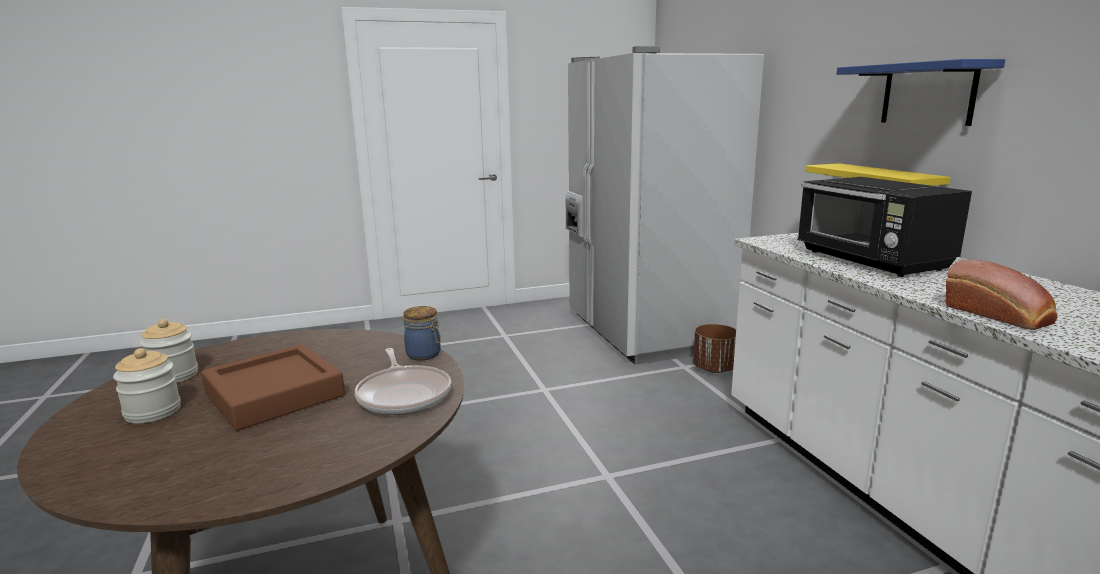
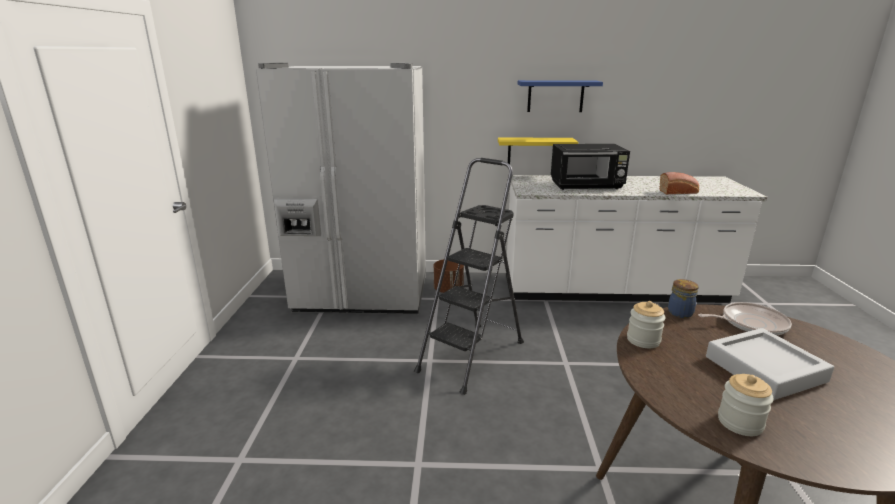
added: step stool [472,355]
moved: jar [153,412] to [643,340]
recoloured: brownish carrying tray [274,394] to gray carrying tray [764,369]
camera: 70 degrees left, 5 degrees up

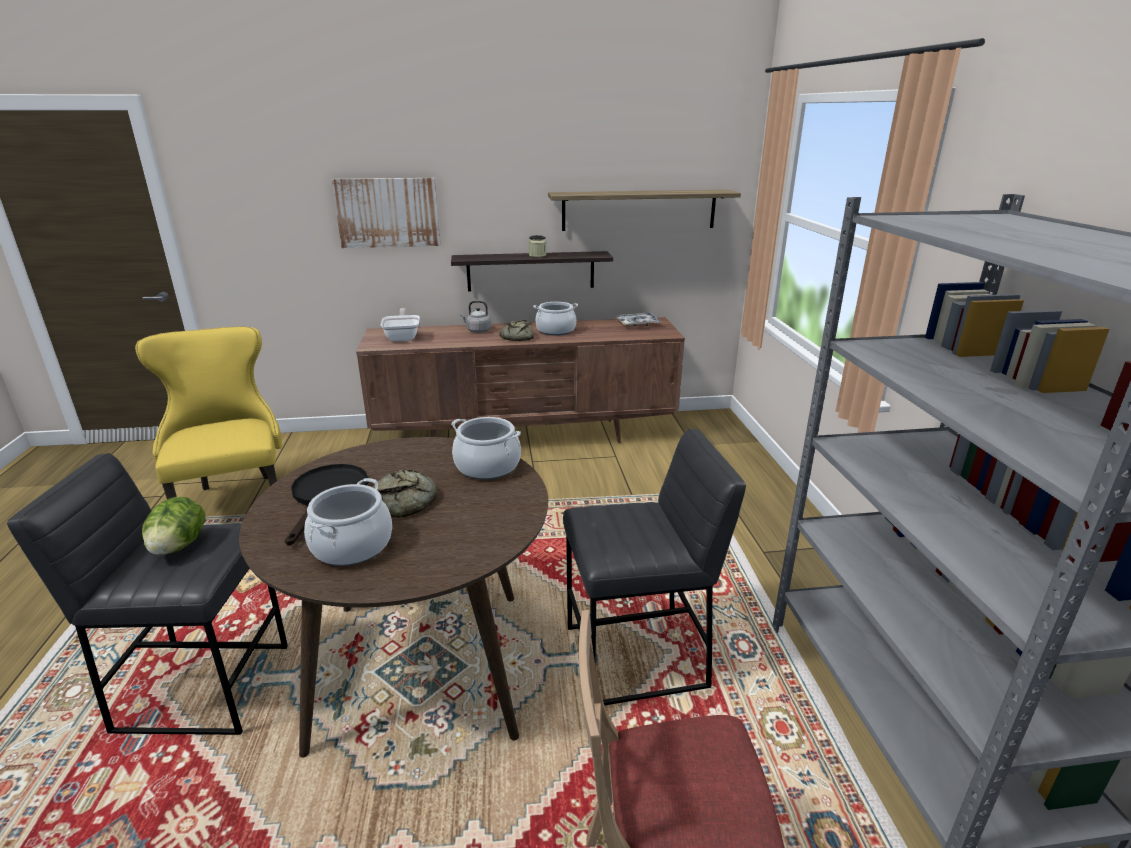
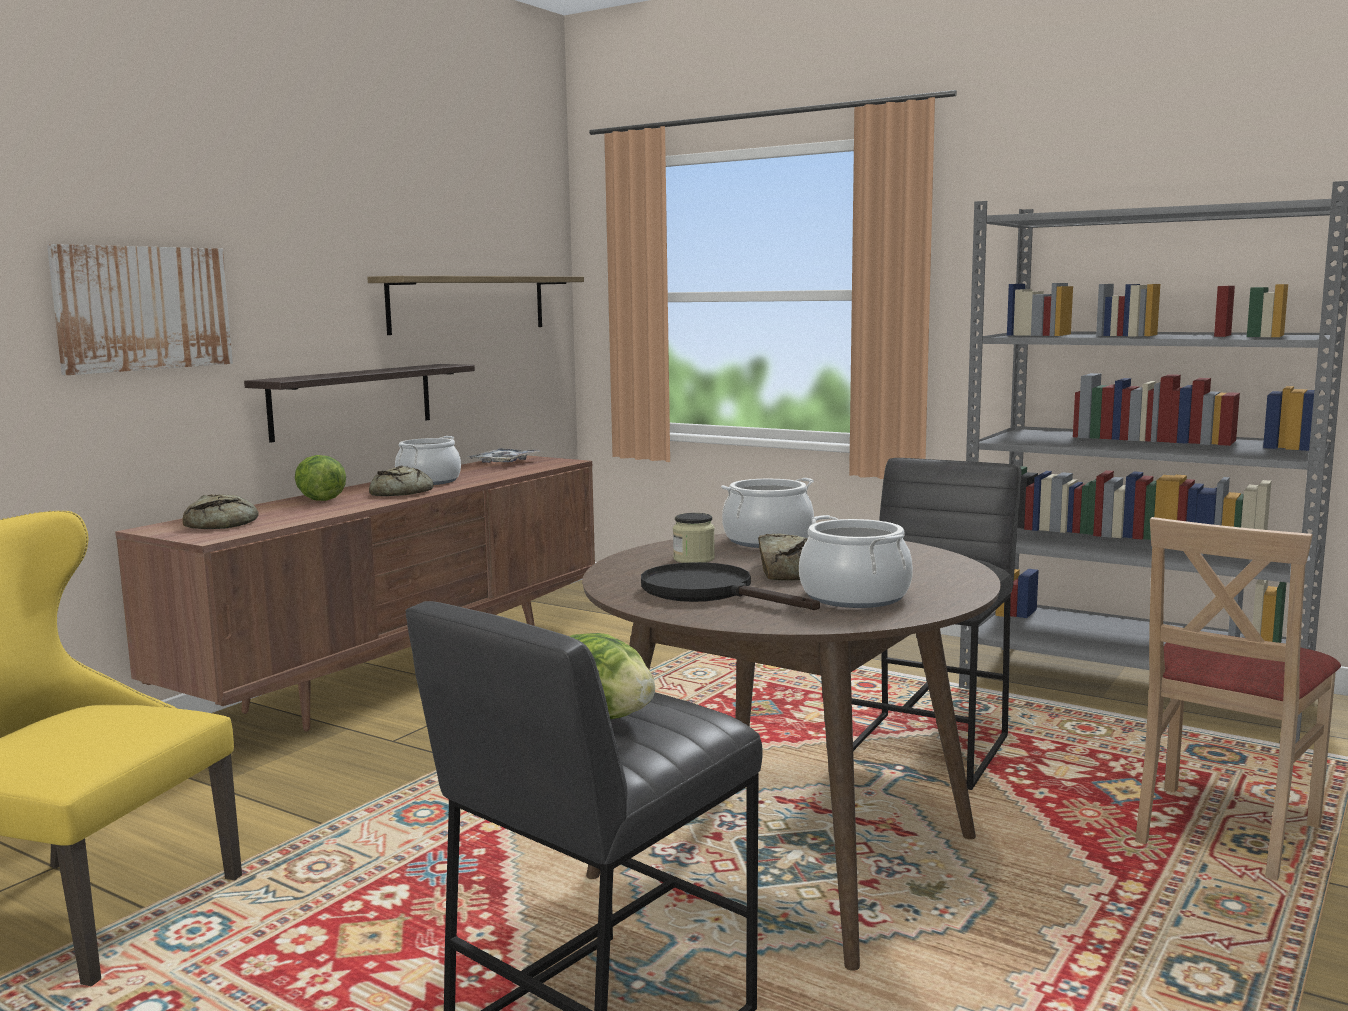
moved: jar [537,255] to [694,559]
replaced: pan [403,337] to bakery bread [225,523]; gray tea kettle [477,331] to lettuce [320,500]
camera: 50 degrees left, 15 degrees down

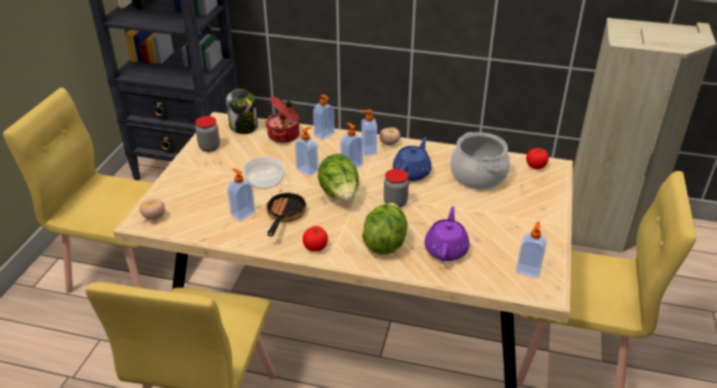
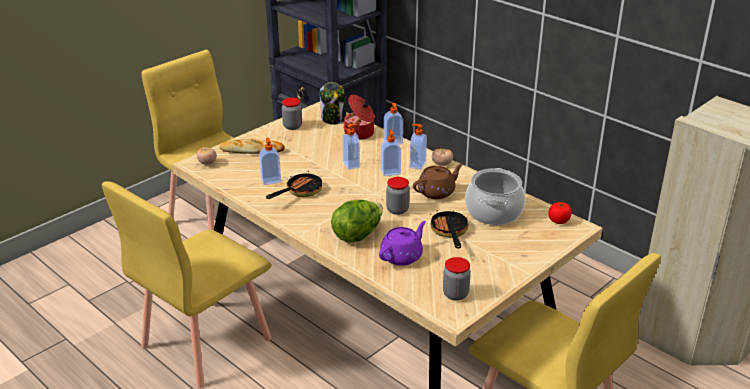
removed: bowl [265,181]; tomato [315,247]; lettuce [340,195]
added: bakery bread [252,150]; pan [449,232]
replaced: soap dispenser [528,270] to jar [455,294]
recoloured: blue-coloured tea pot [412,172] to brownish tea pot [437,192]
camera: 30 degrees right, 5 degrees down

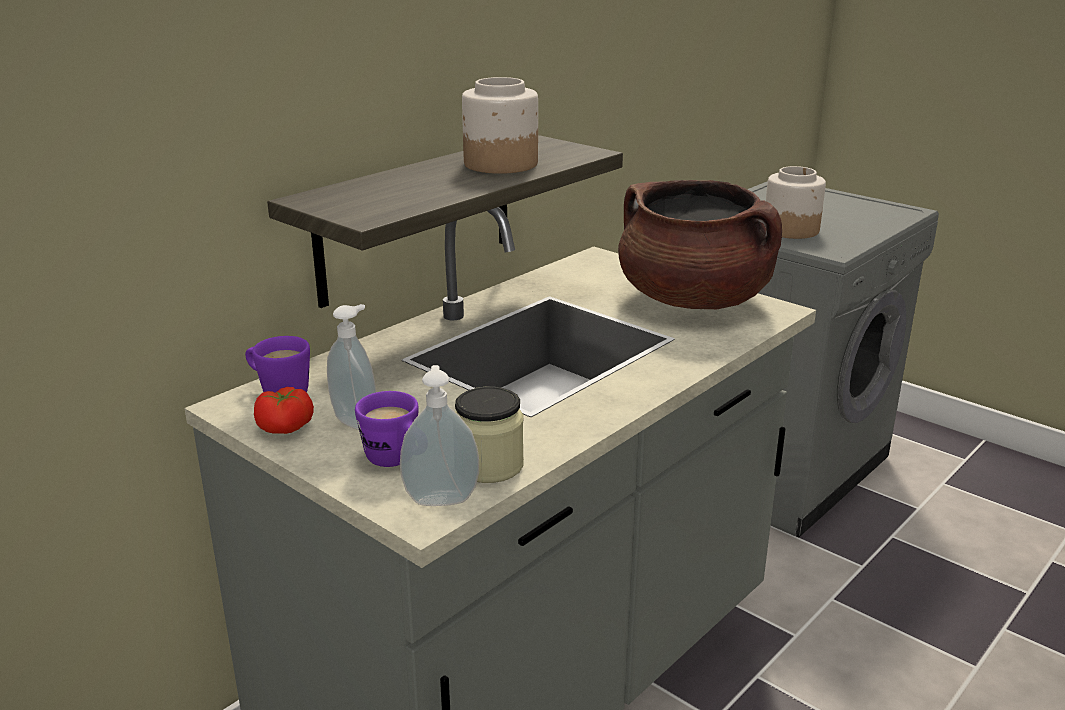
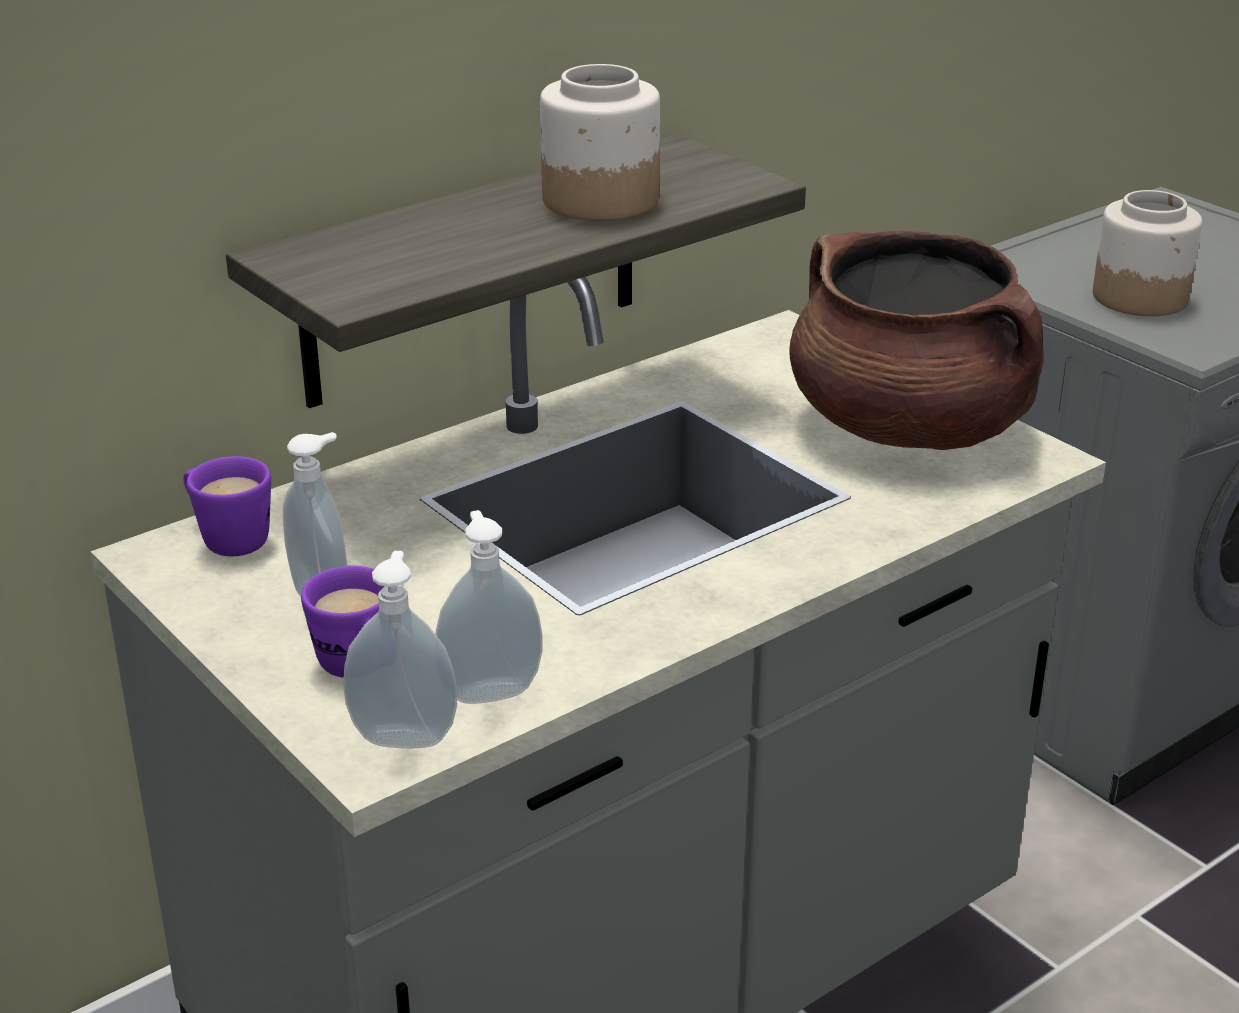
removed: tomato [286,428]
replaced: jar [489,465] to soap dispenser [489,690]
camera: 10 degrees right, 5 degrees up

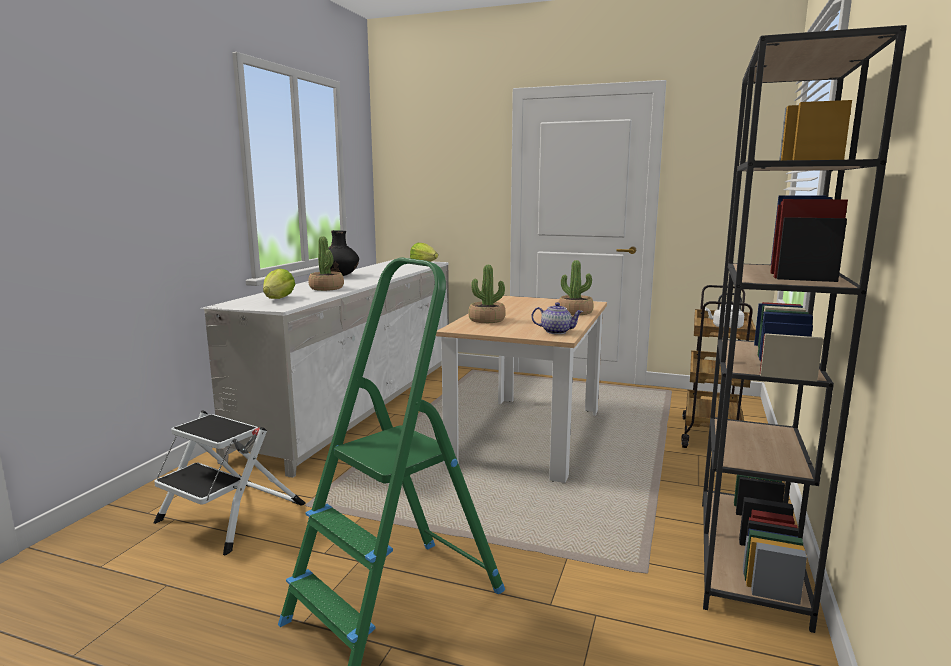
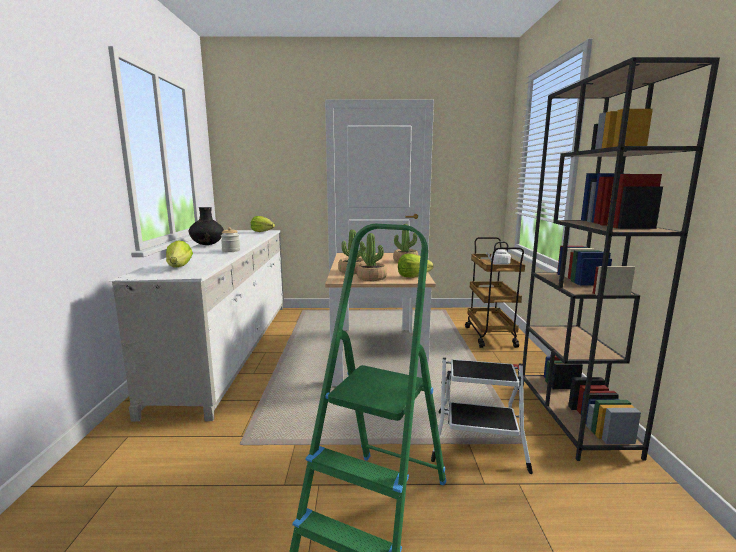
added: jar [231,251]
moved: step stool [231,515] to [477,440]; houseplant [326,288] to [371,278]
replaced: tea pot [556,331] to lettuce [413,276]
camera: 20 degrees left, 0 degrees up

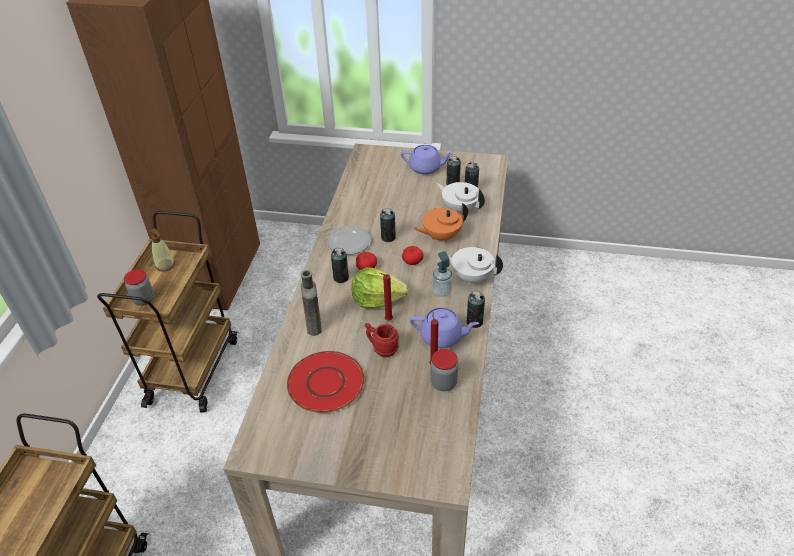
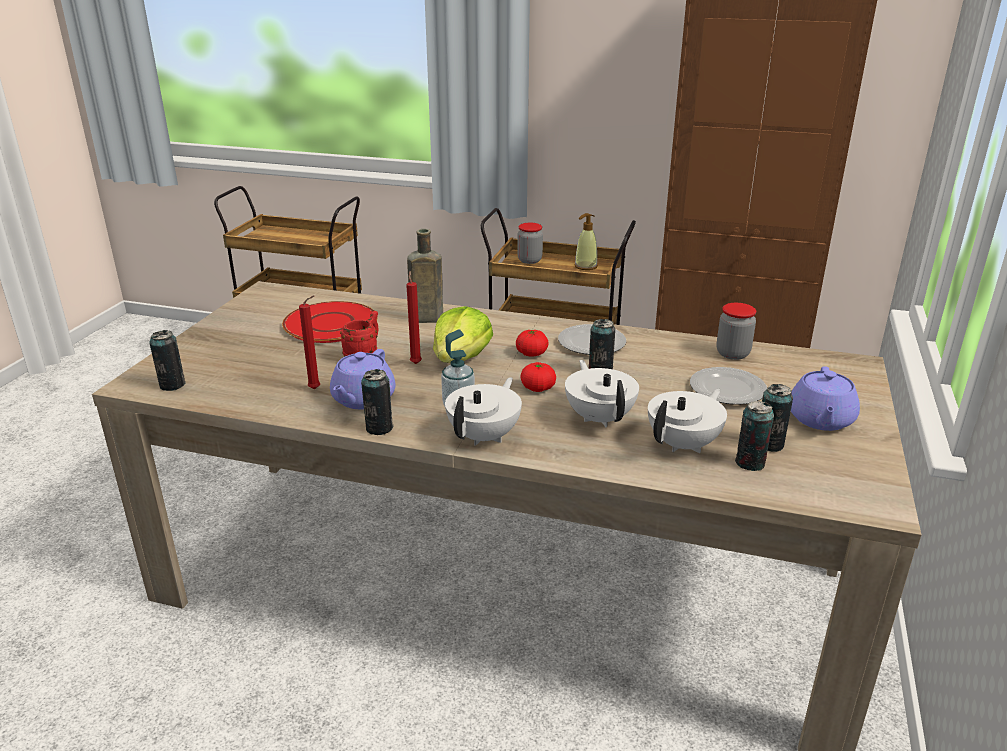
added: flat dish [727,390]
moved: can [341,278] to [172,385]; jar [443,383] to [732,354]
recoloured: orange tea pot [441,236] to white-coloured tea pot [600,417]
camera: 95 degrees right, 15 degrees down

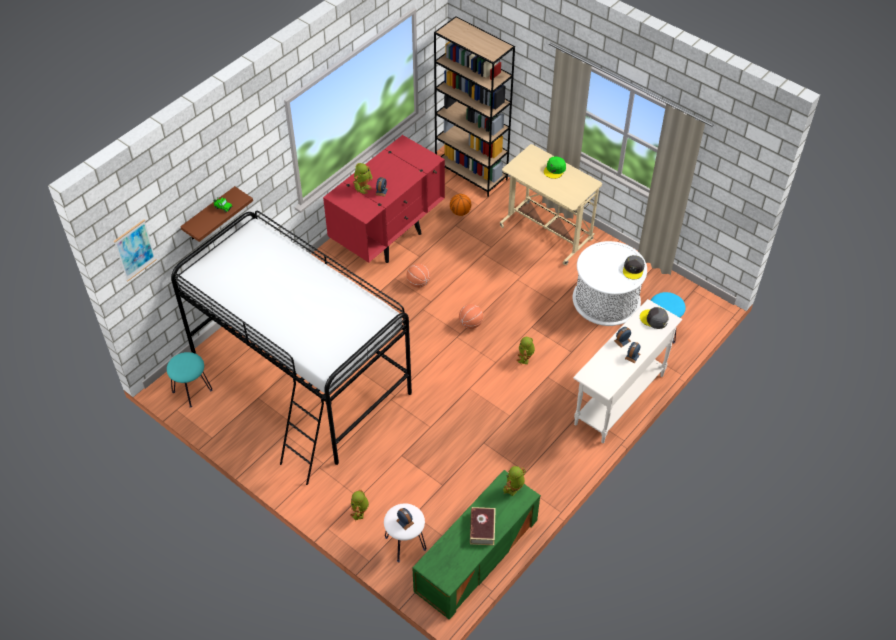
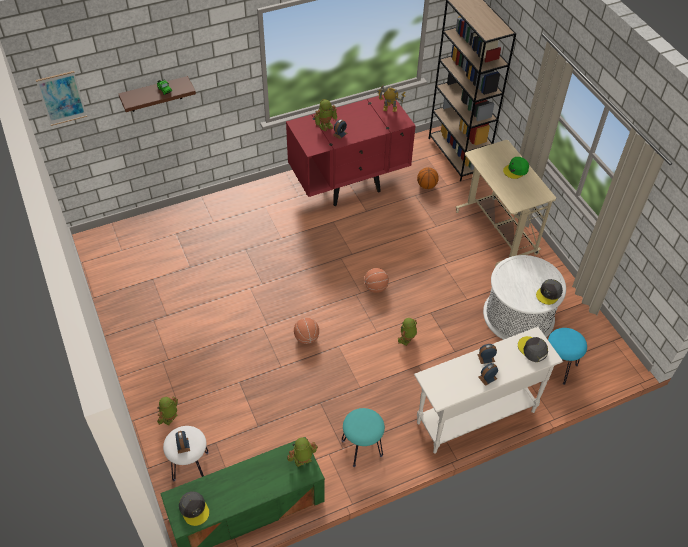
removed: blackish sleeping bed [301,377]; bound book [482,528]
added: gray baseball cap [194,509]; toy robot [389,109]
moved: turquoise stool [192,391] to [361,448]; basketball ball [418,283] to [306,337]
camera: 25 degrees right, 0 degrees up

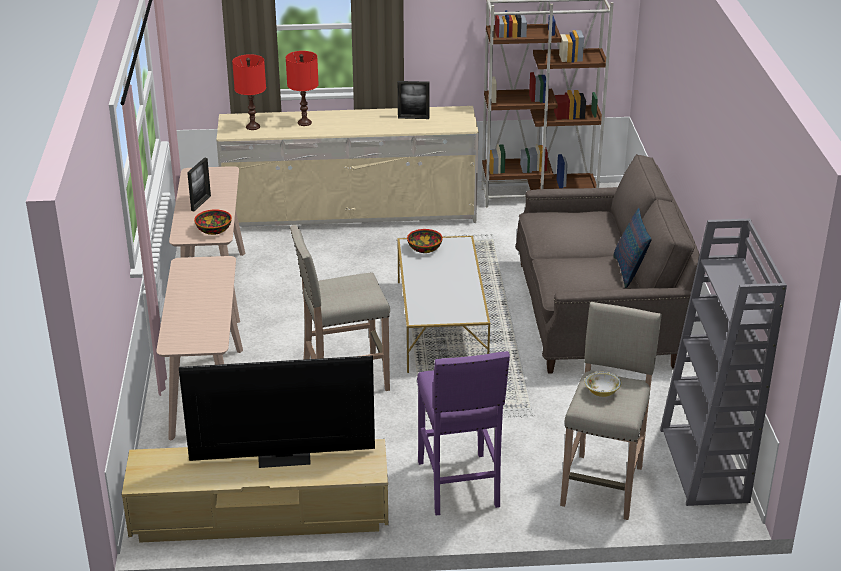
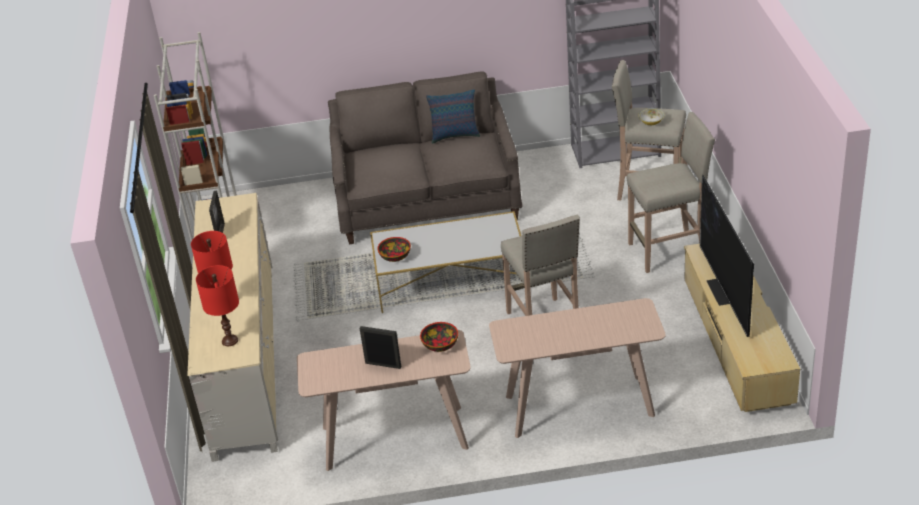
recoloured: purple stool [459,485] to beige stool [669,251]
camera: 90 degrees left, 5 degrees up

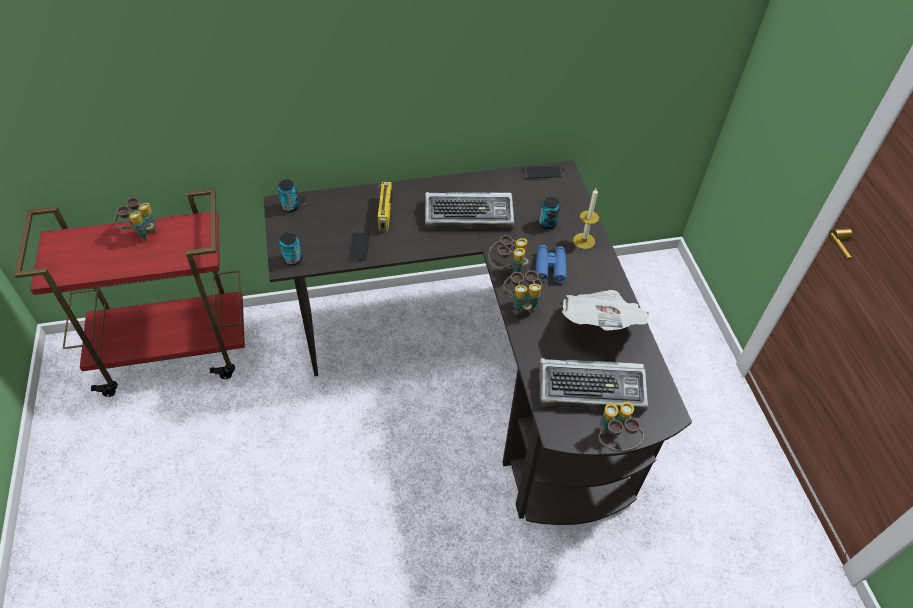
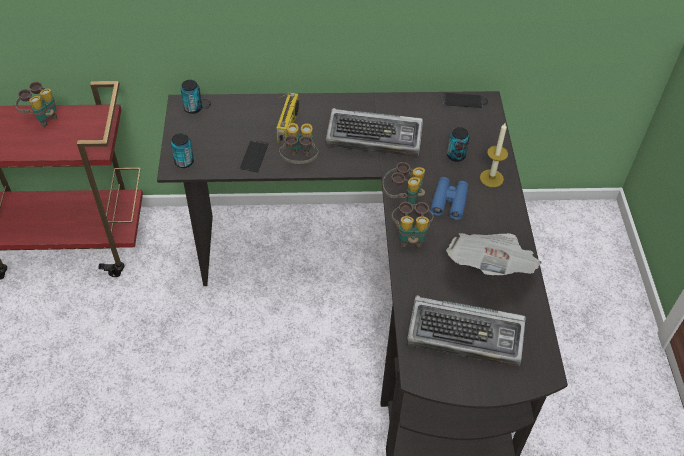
moved: pair of binoculars [614,441] to [299,161]
camera: 10 degrees right, 0 degrees up

